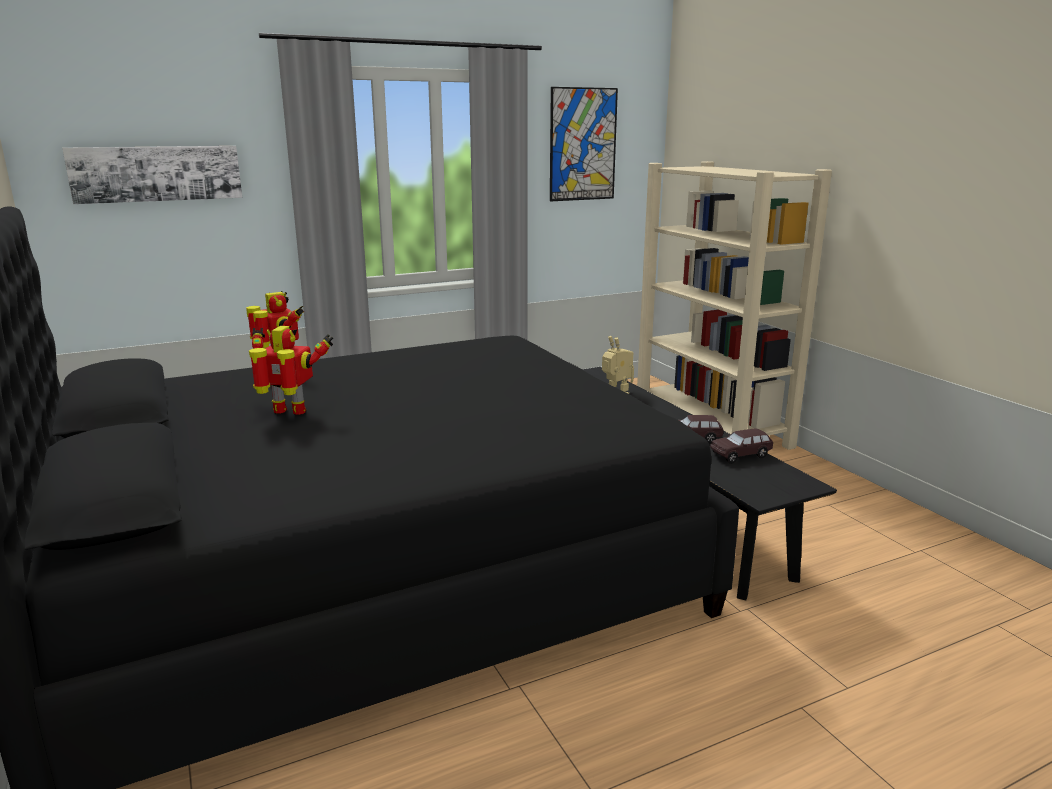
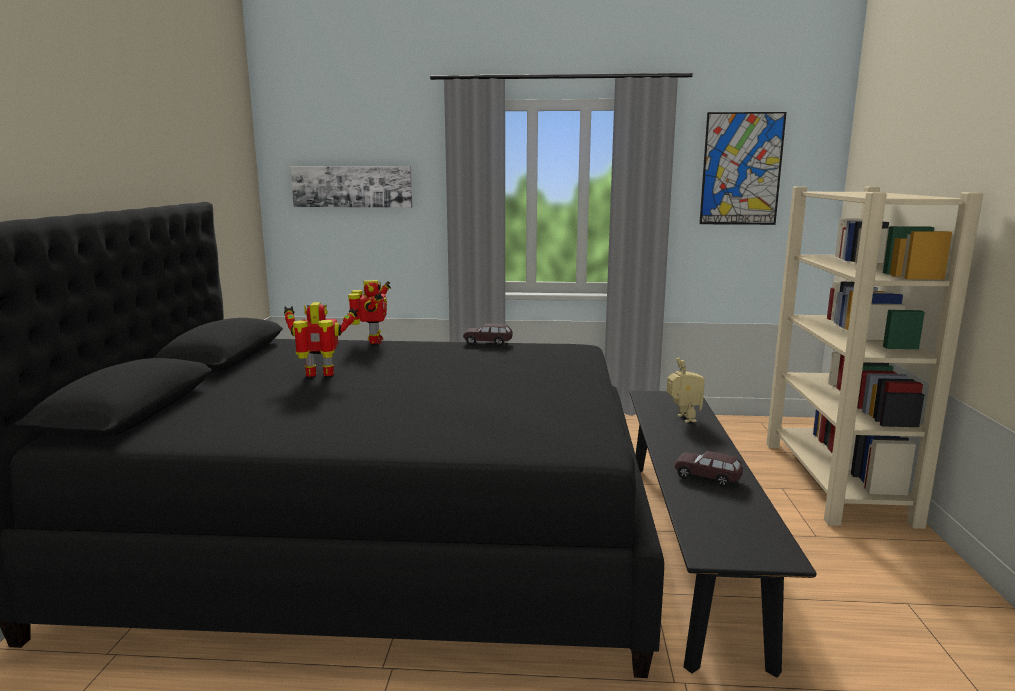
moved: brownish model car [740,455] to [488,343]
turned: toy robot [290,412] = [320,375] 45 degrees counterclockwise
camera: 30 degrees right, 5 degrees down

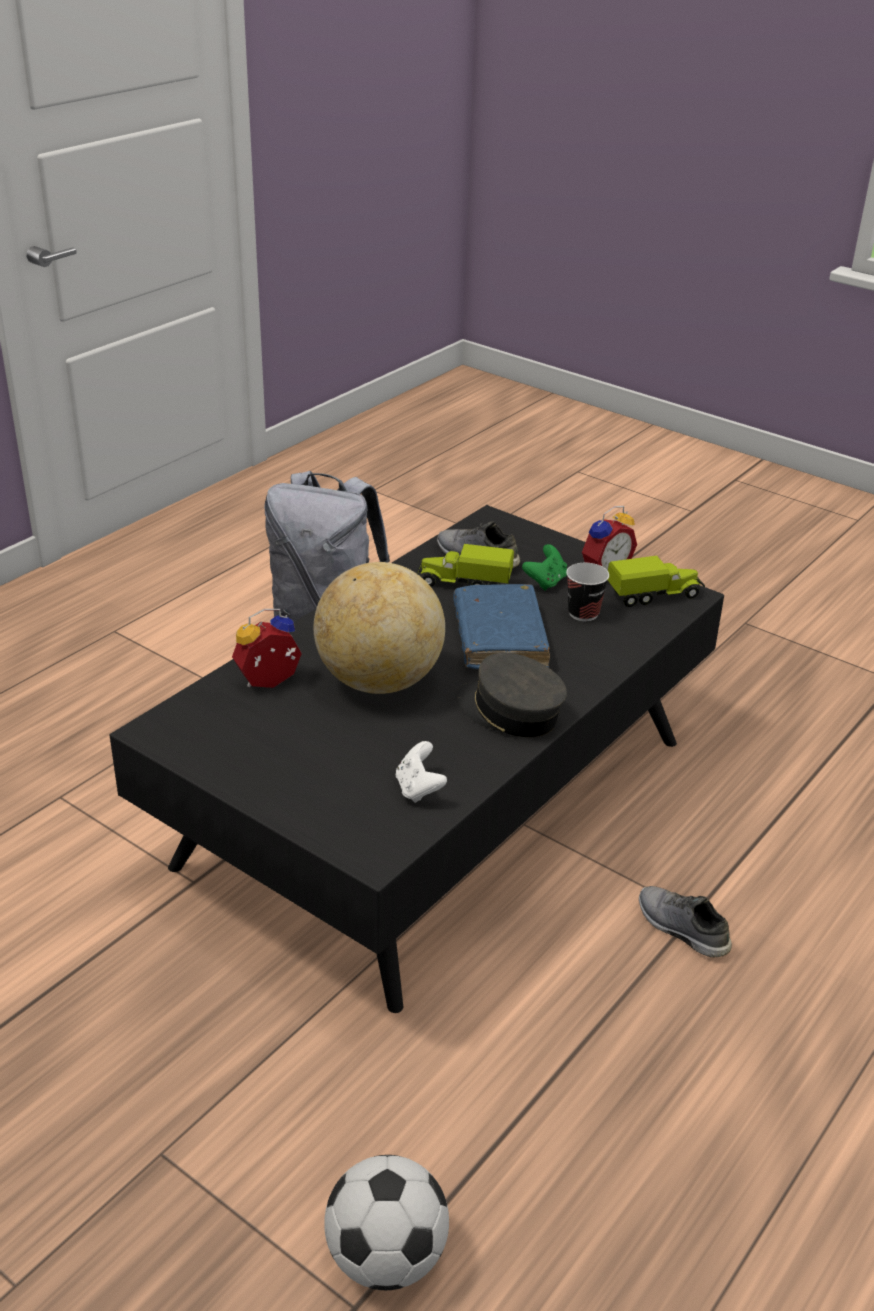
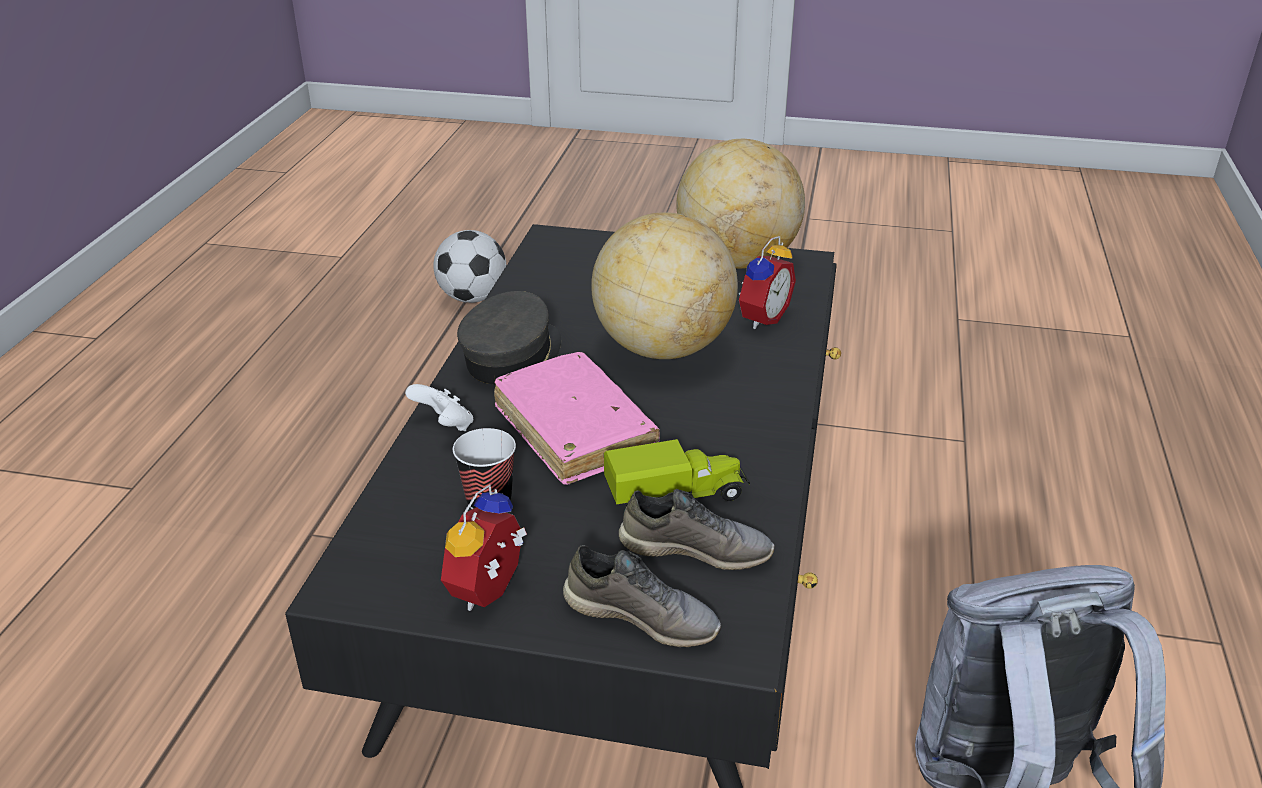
removed: green joypad [545,582]; toy truck [654,595]
added: globe [737,261]
moved: white-coloured joypad [419,789] to [444,426]; gray item of footwear [680,929] to [642,615]
recoloured: blue-coloured bound book [499,639] to pink-coloured bound book [574,430]
turned: gray baseball cap [509,712] = [512,356] 75 degrees counterclockwise
camera: 155 degrees right, 0 degrees up

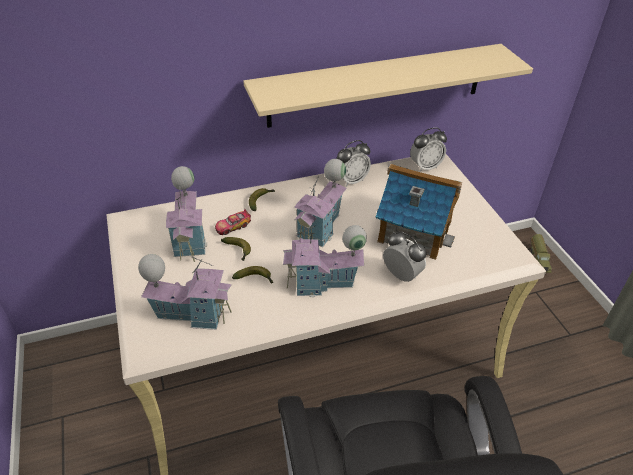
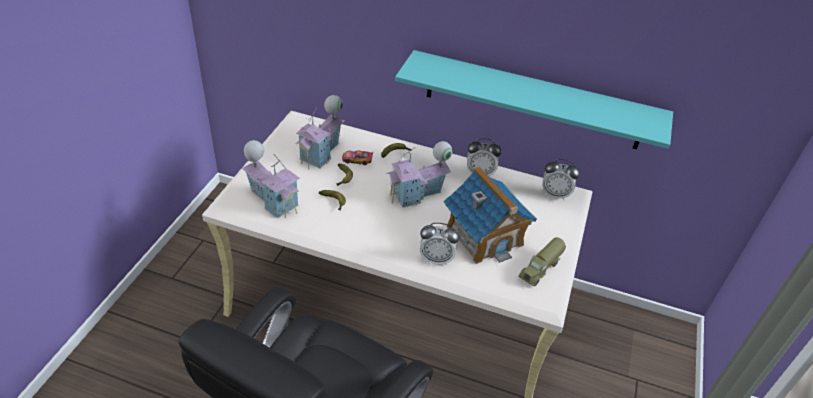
removed: model house [323,283]
moved: toy truck [539,260] to [541,269]
recoloured: beige wall shelf [377,85] to turquoise wall shelf [533,100]
turned: bedside clock [401,275] = [436,259] 105 degrees clockwise
camera: 35 degrees right, 0 degrees up

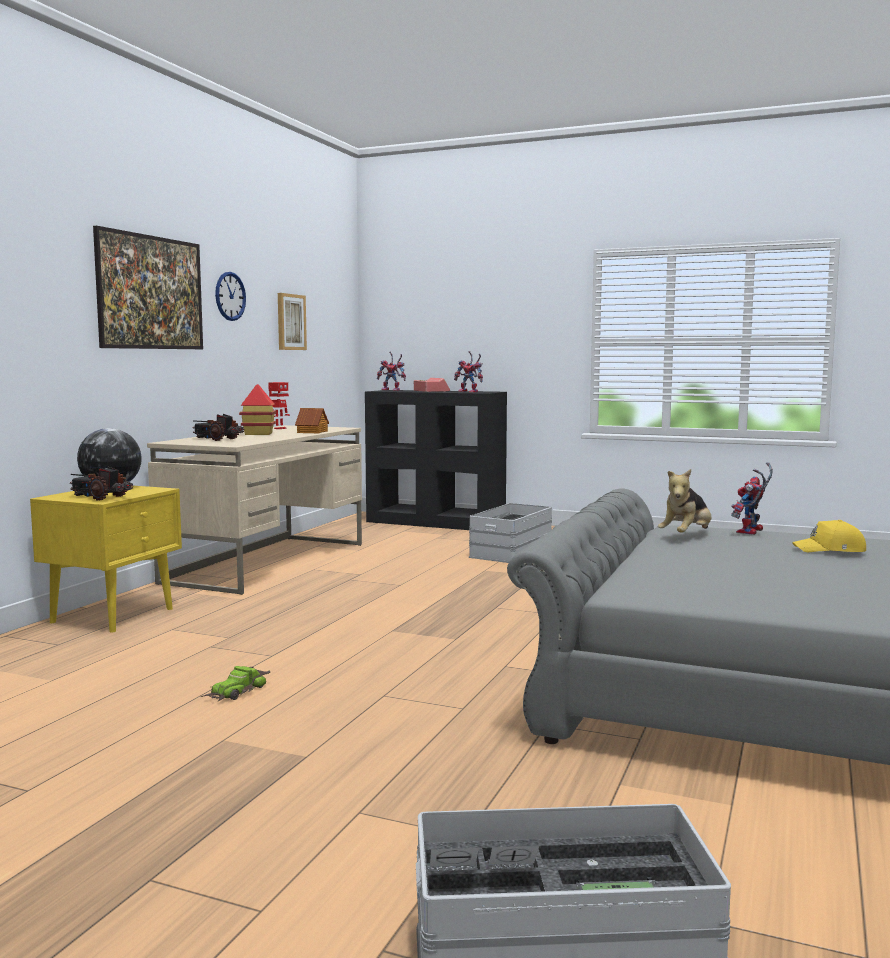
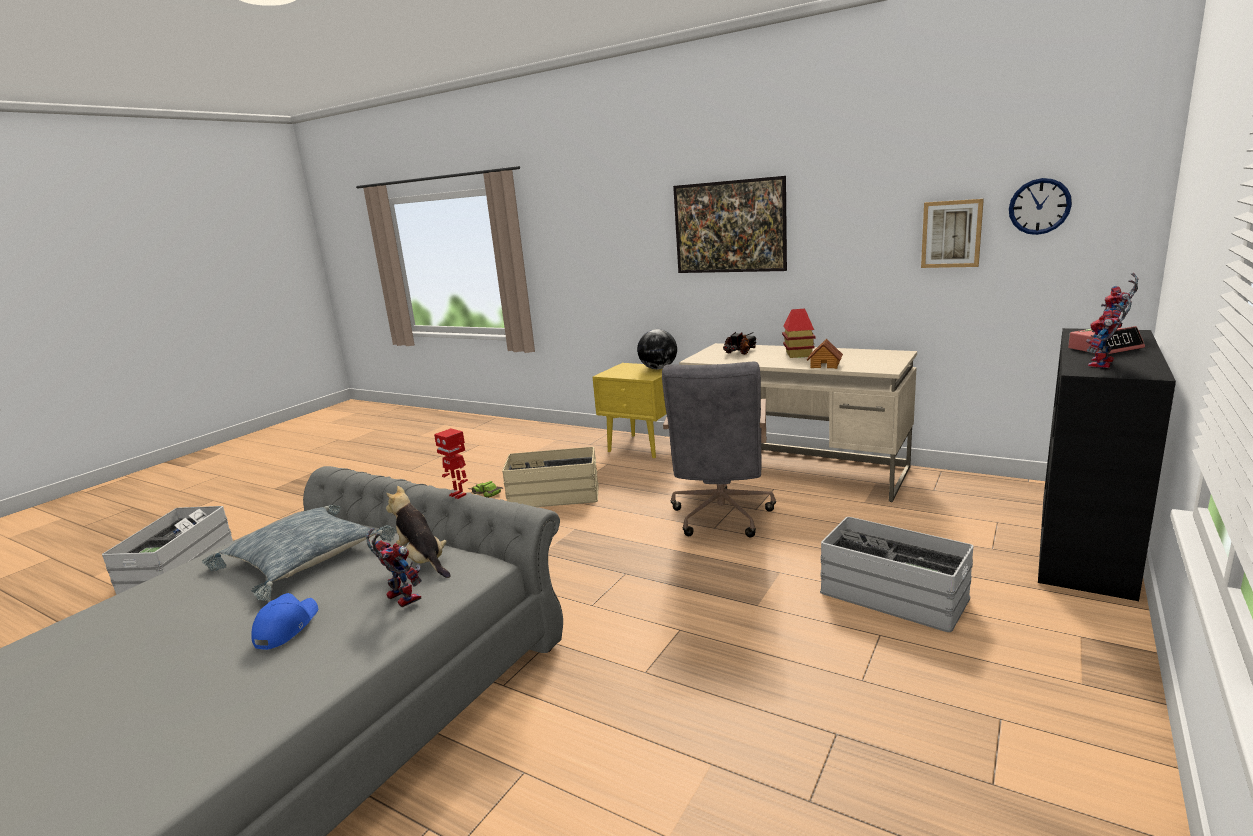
removed: toy truck [101,497]
added: cushion [304,555]; beige storage box [553,496]; gray office chair [721,520]
moved: clock on the wall [230,296] to [1039,206]; toy robot [279,428] to [458,495]
recoloured: yellow-coloured baseball cap [830,550] to blue-coloured baseball cap [286,627]
camera: 100 degrees right, 10 degrees up

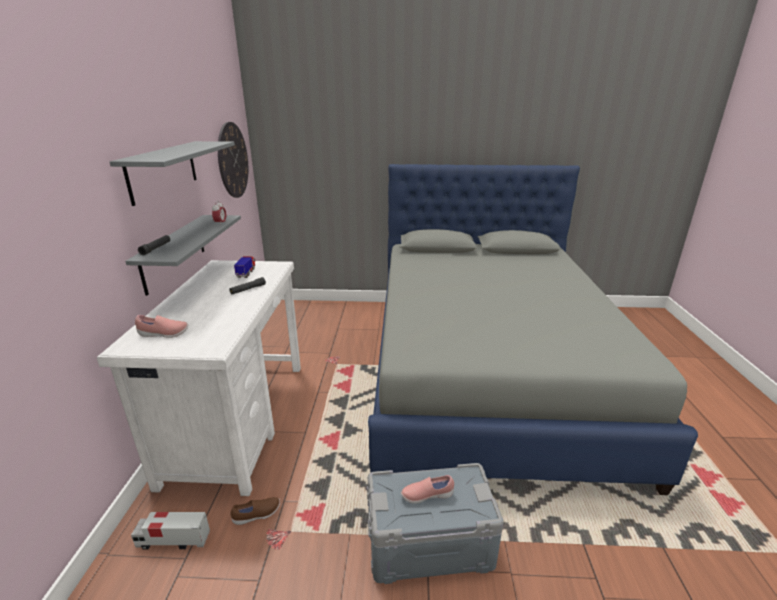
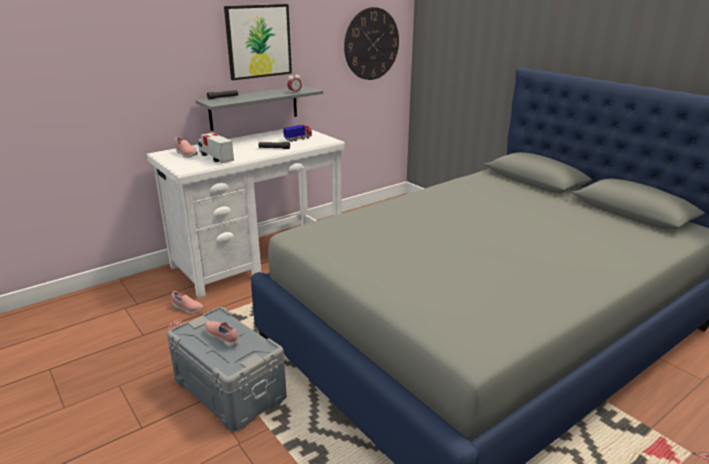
moved: toy truck [173,540] to [216,158]
replaced: gray wall shelf [163,170] to picture [258,41]
recoloured: brownish item of footwear [257,515] to pink-coloured item of footwear [187,308]
camera: 50 degrees right, 0 degrees up

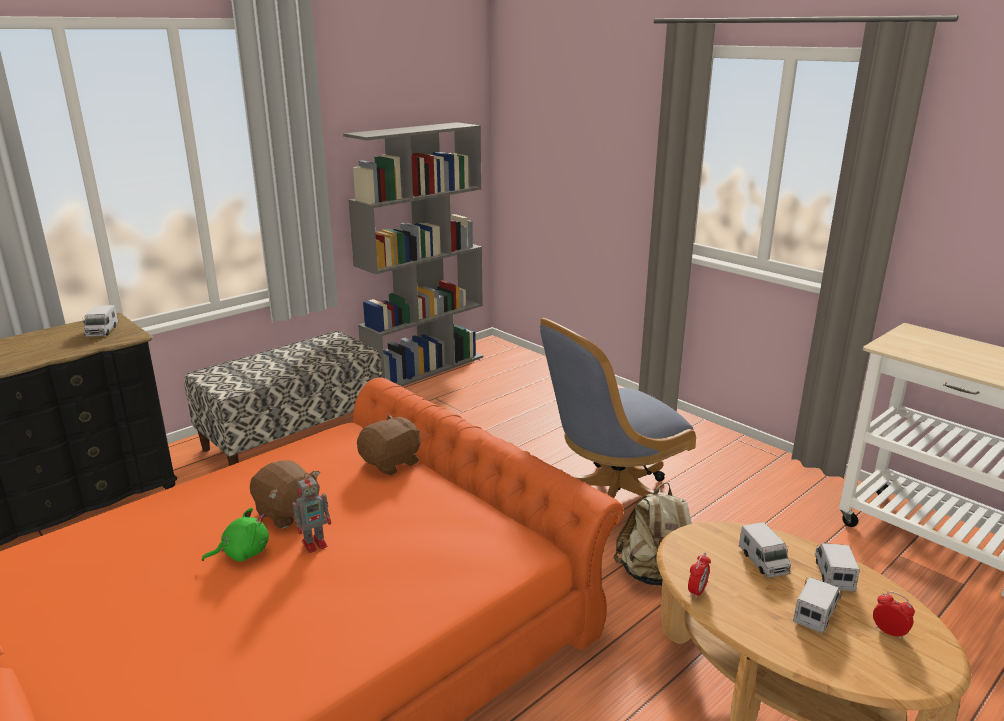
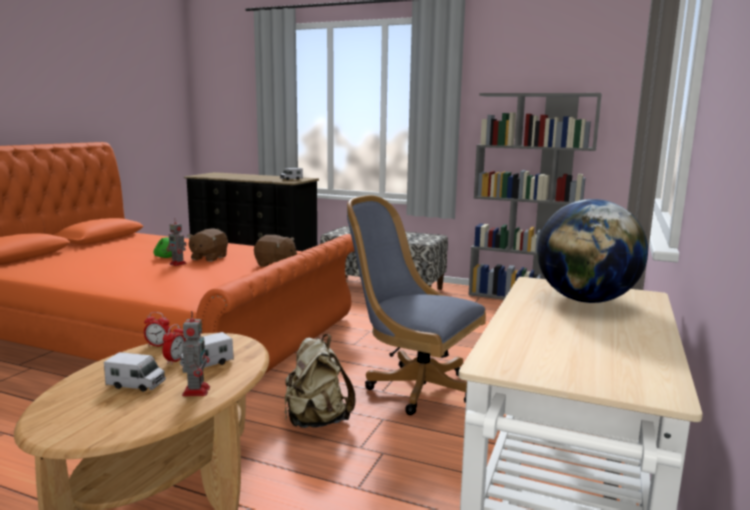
added: globe [585,300]
moved: bedside clock [889,632] to [175,360]
replaced: toy truck [833,574] to toy robot [196,390]
camera: 65 degrees right, 10 degrees down

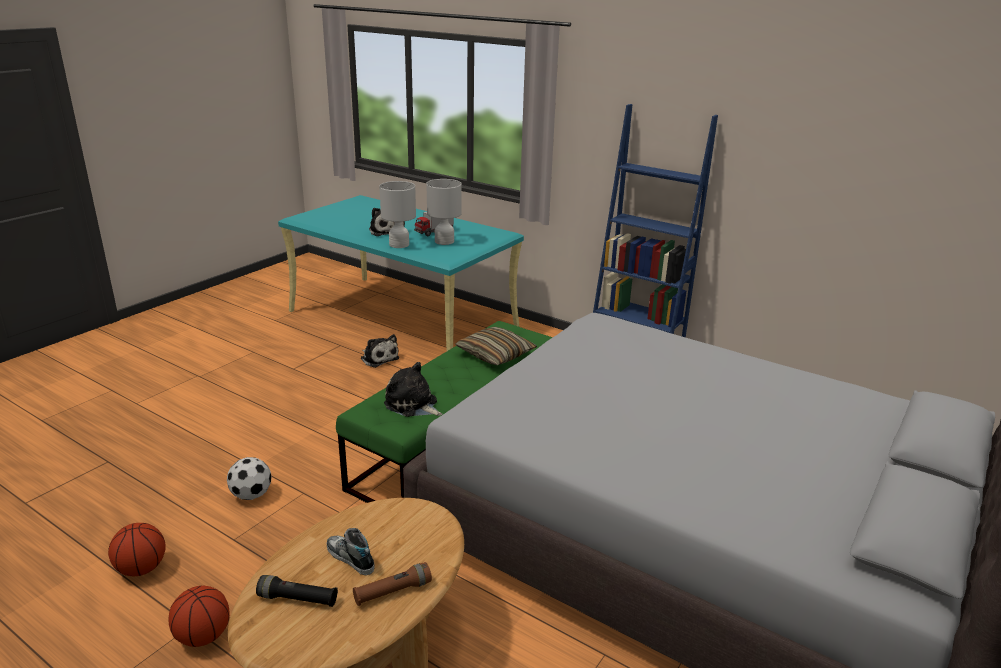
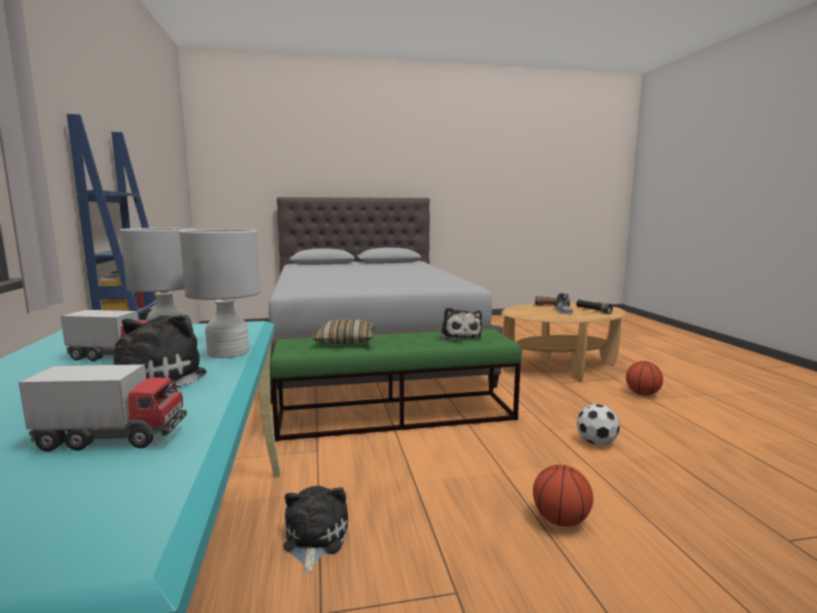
added: toy truck [113,438]
moved: basketball ball [141,569] to [560,520]
camera: 135 degrees left, 15 degrees down

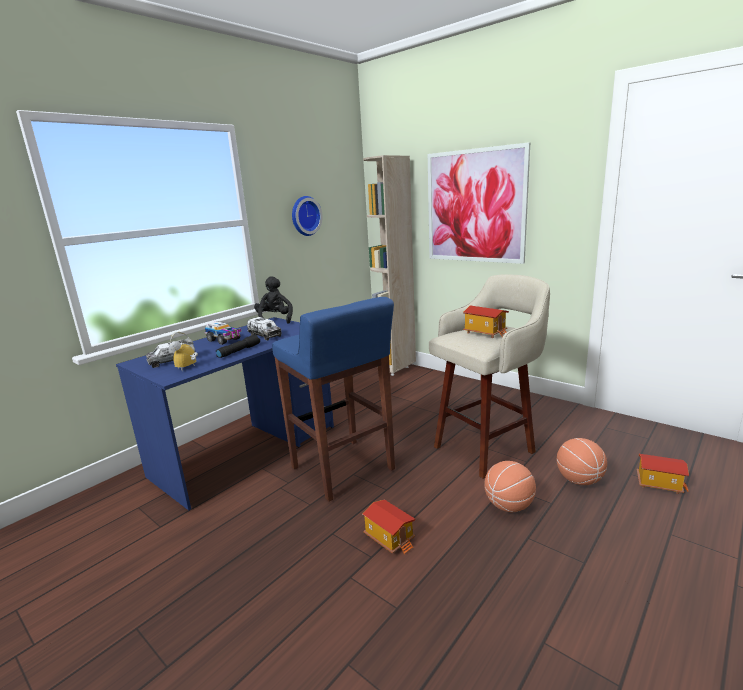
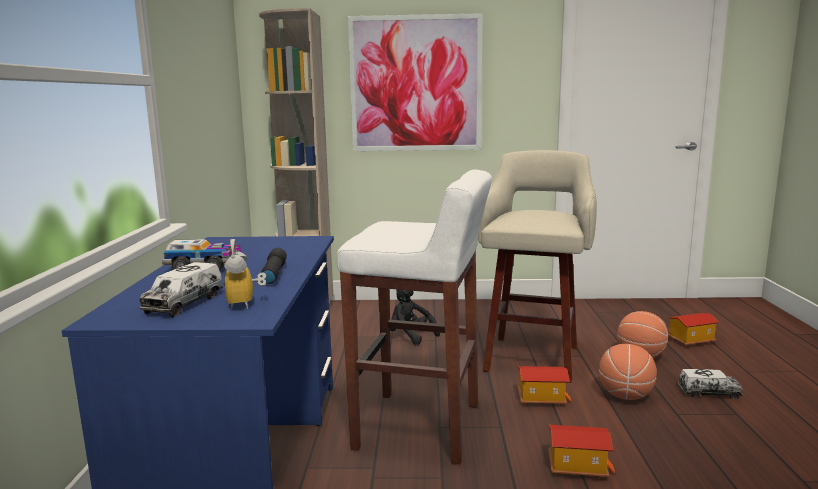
removed: clock on the wall [304,216]
moved: toy truck [264,335] to [709,393]; blackish cuddly toy [275,320] to [410,336]; model house [485,333] to [542,399]
recoloured: blue-coloured stool [343,469] to white-coloured stool [421,427]
camera: 40 degrees left, 5 degrees down

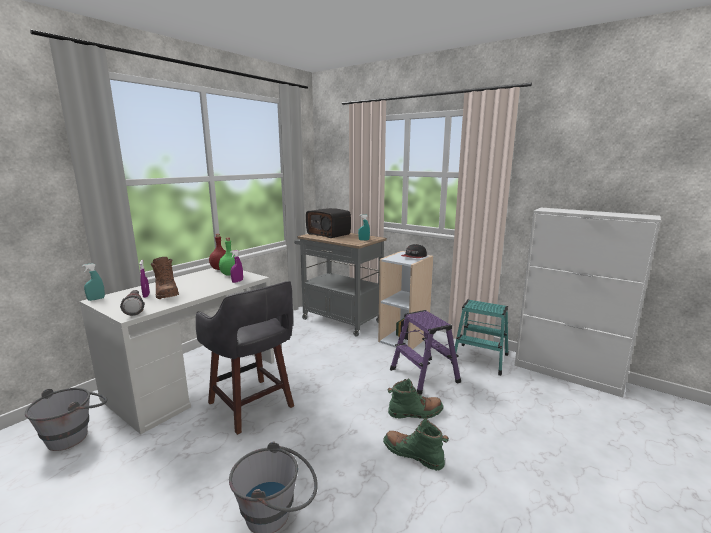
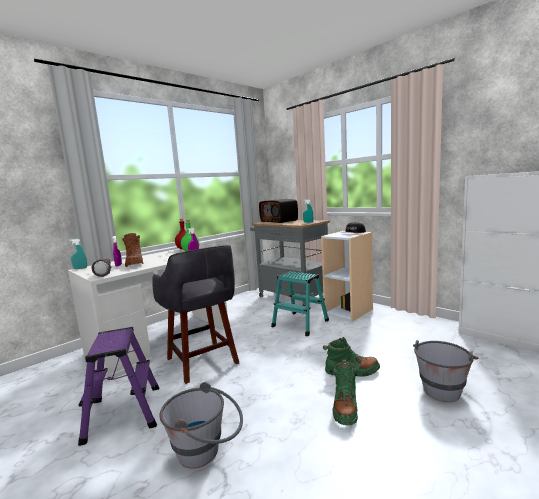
moved: gray pail [75,434] to [442,387]; purple step stool [424,375] to [123,413]; turquoise step stool [479,358] to [300,323]
turned: green tall boot [413,454] = [345,407] 120 degrees counterclockwise
camera: 10 degrees right, 5 degrees down

